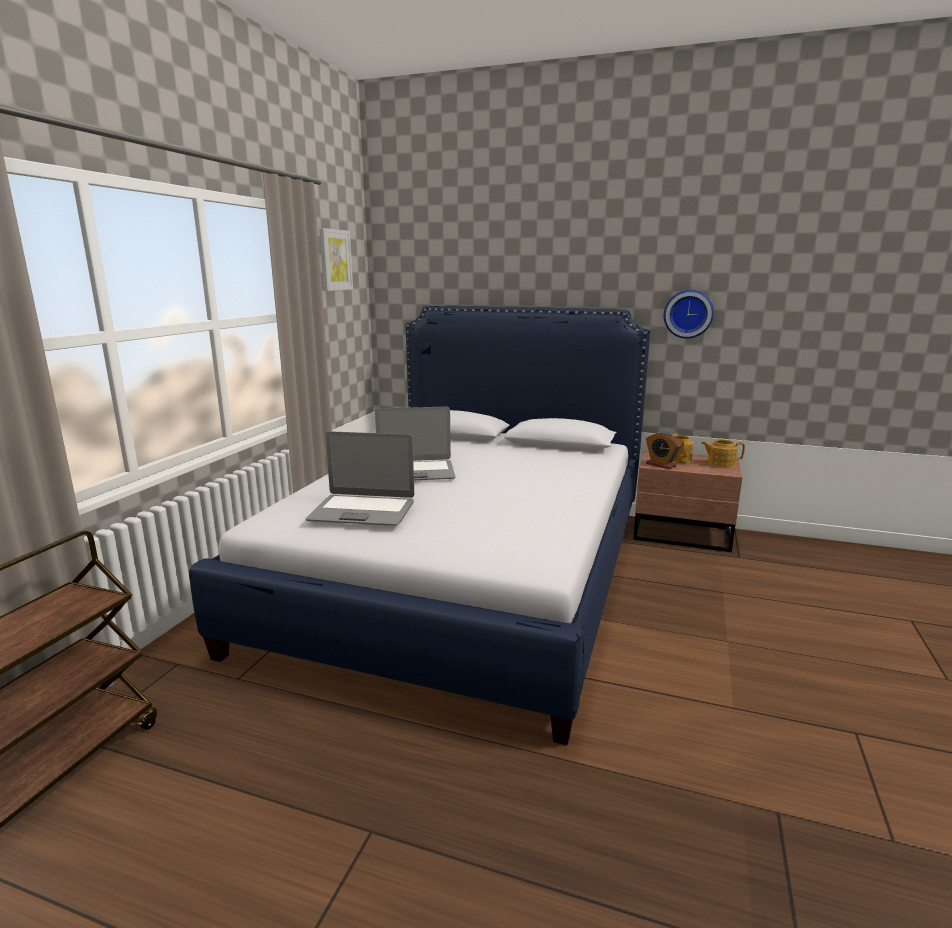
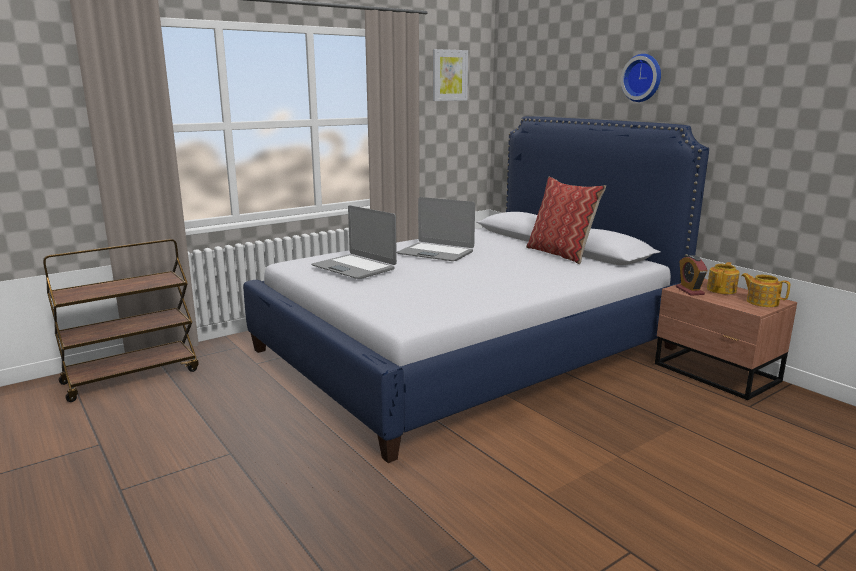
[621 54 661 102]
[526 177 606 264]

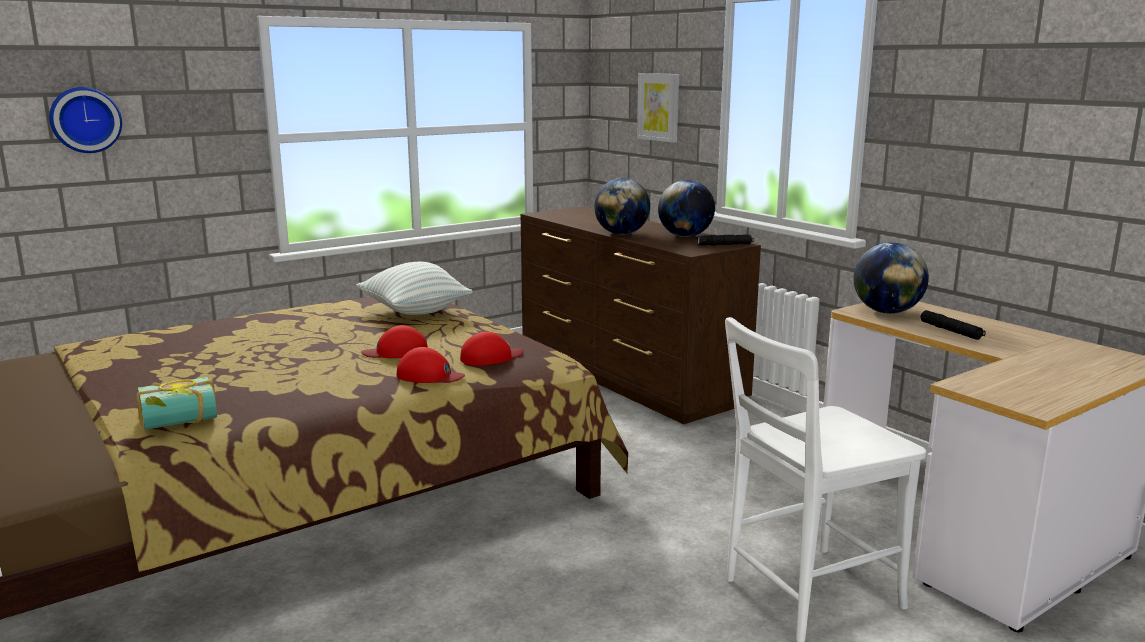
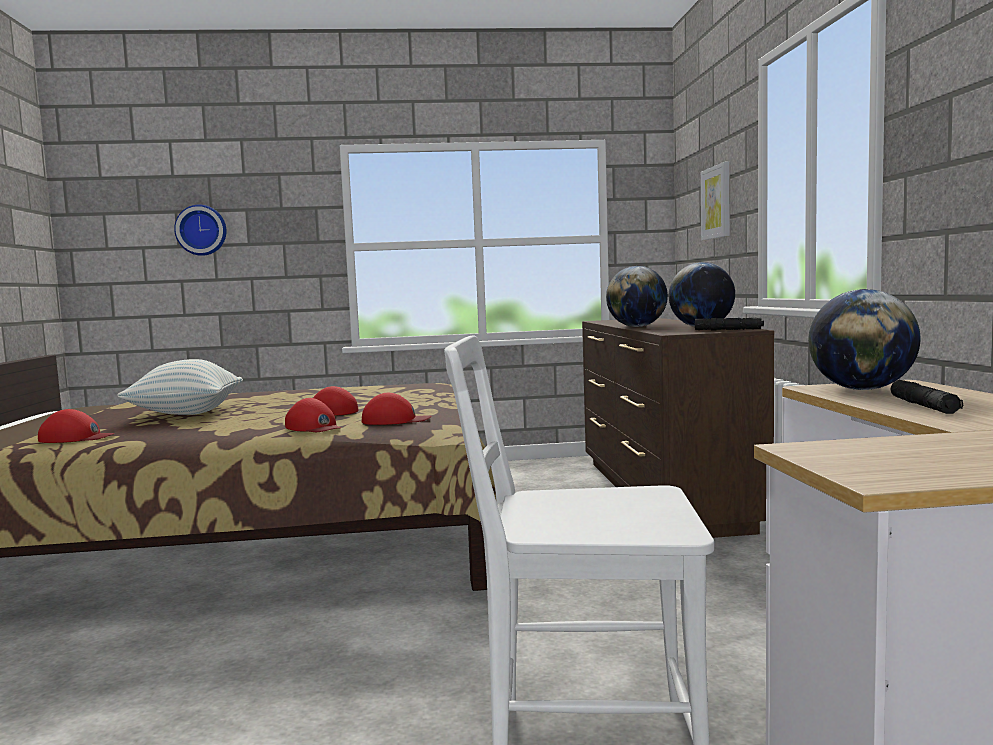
[117 359 243 415]
[38 409 115 443]

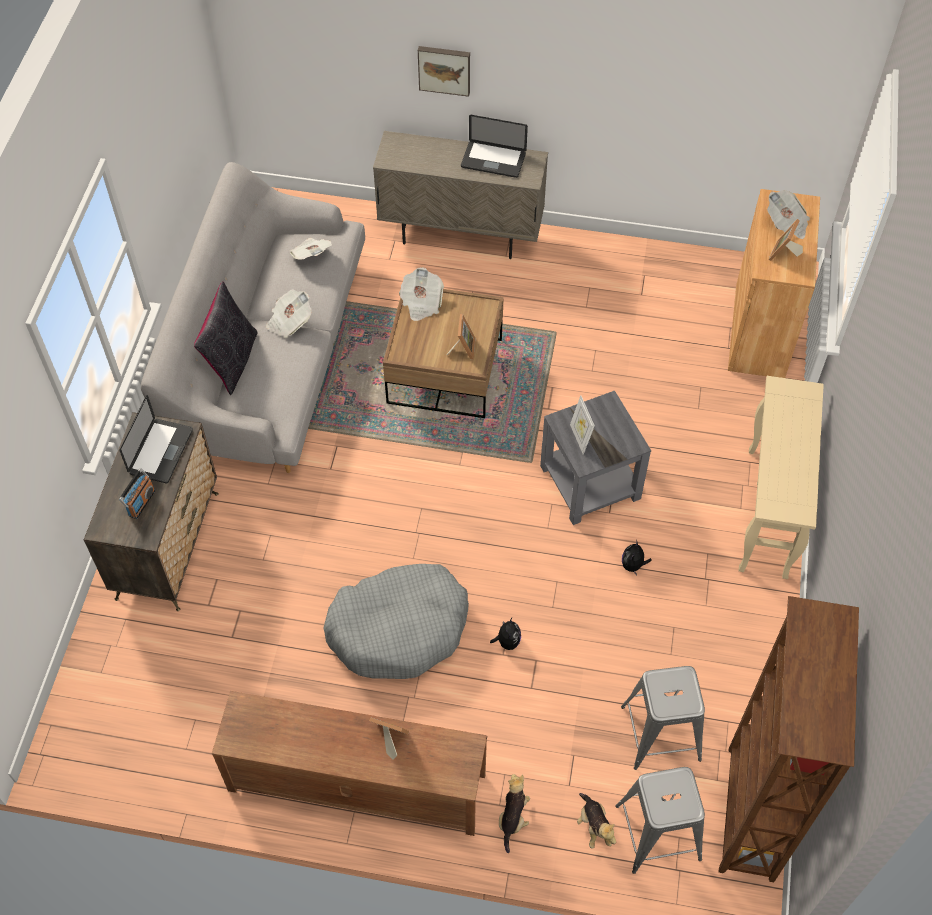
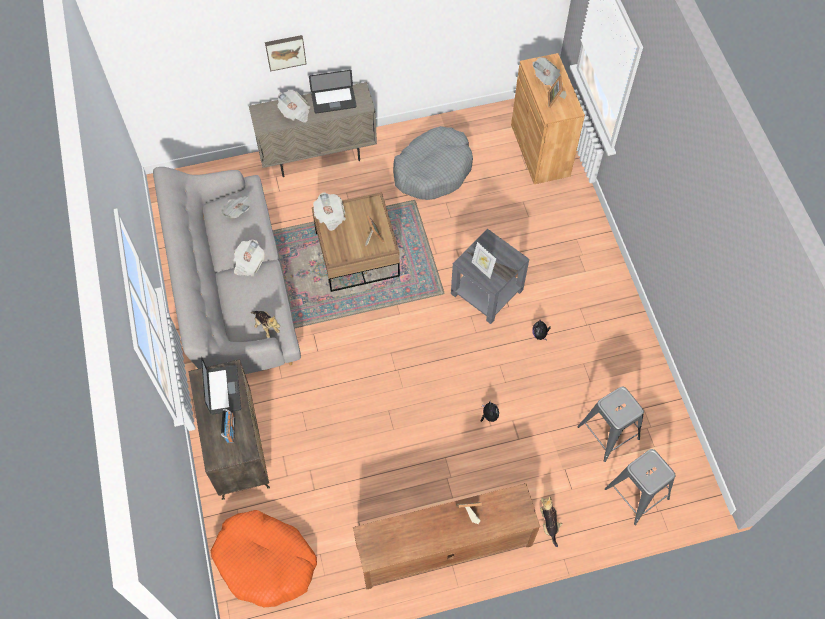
[194 281 258 395] (first image)
[739 376 824 579] (first image)
[393 126 473 200]
[719 596 859 882] (first image)
[251 311 280 338]
[277 90 310 123]
[211 510 317 607]

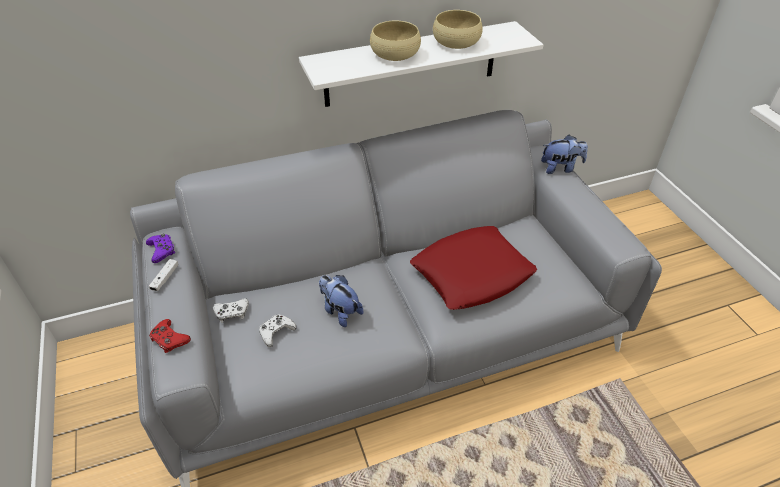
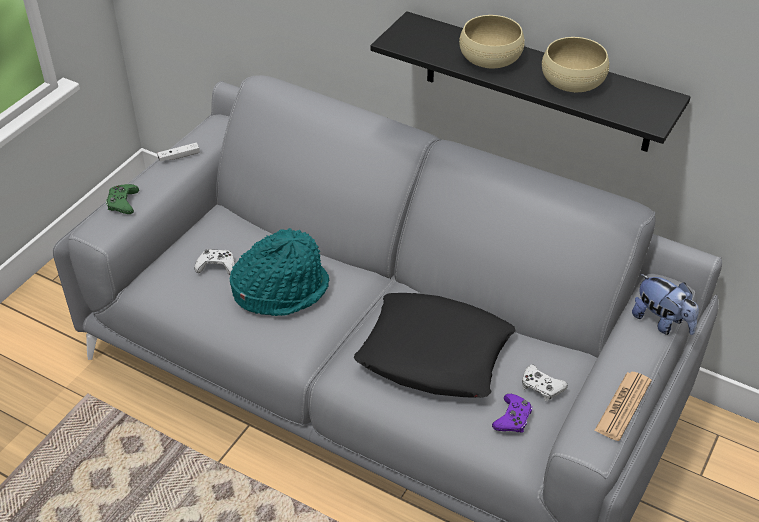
[371 11 691 152]
[354 293 515 398]
[492 394 532 432]
[230 228 329 316]
[522 364 568 401]
[106 184 139 214]
[594 371 652 441]

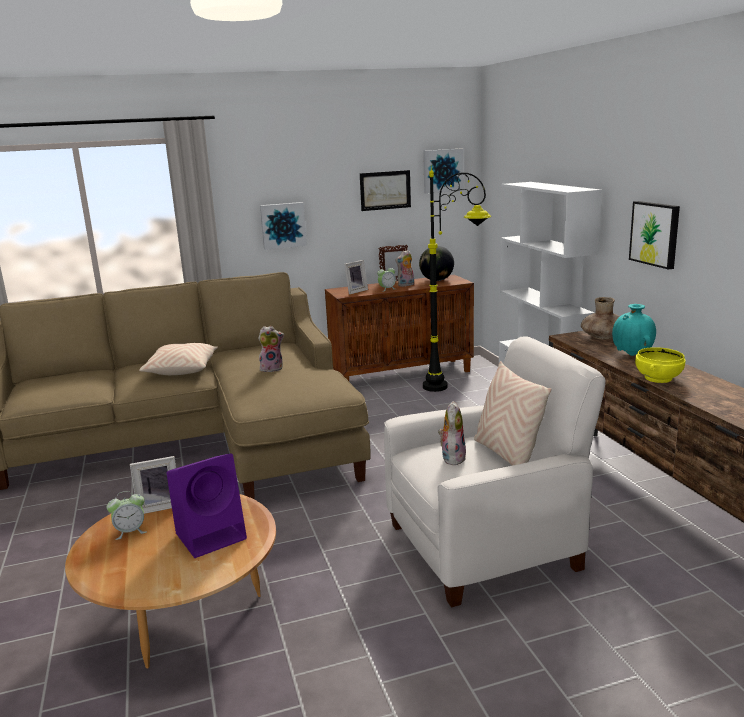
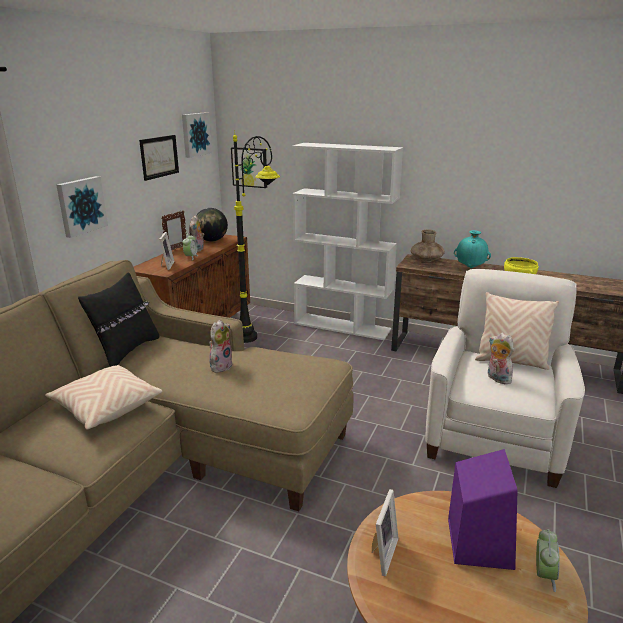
[231 147 267 188]
[536 529 560 592]
[78 272 159 367]

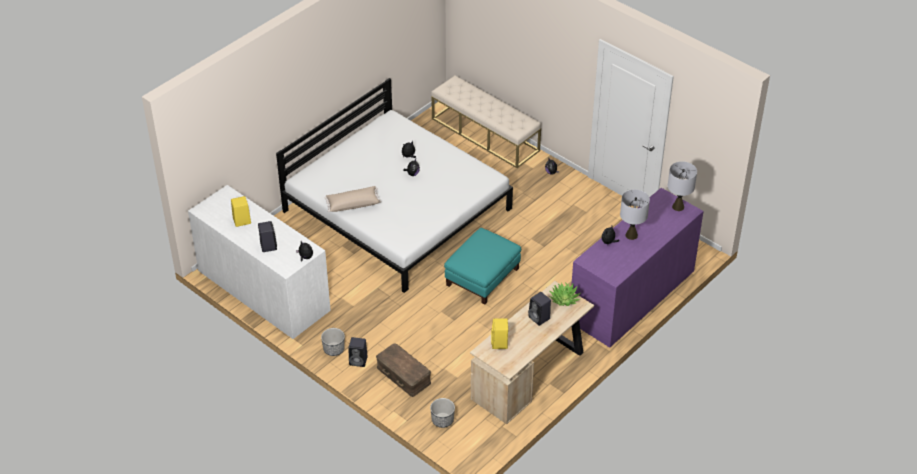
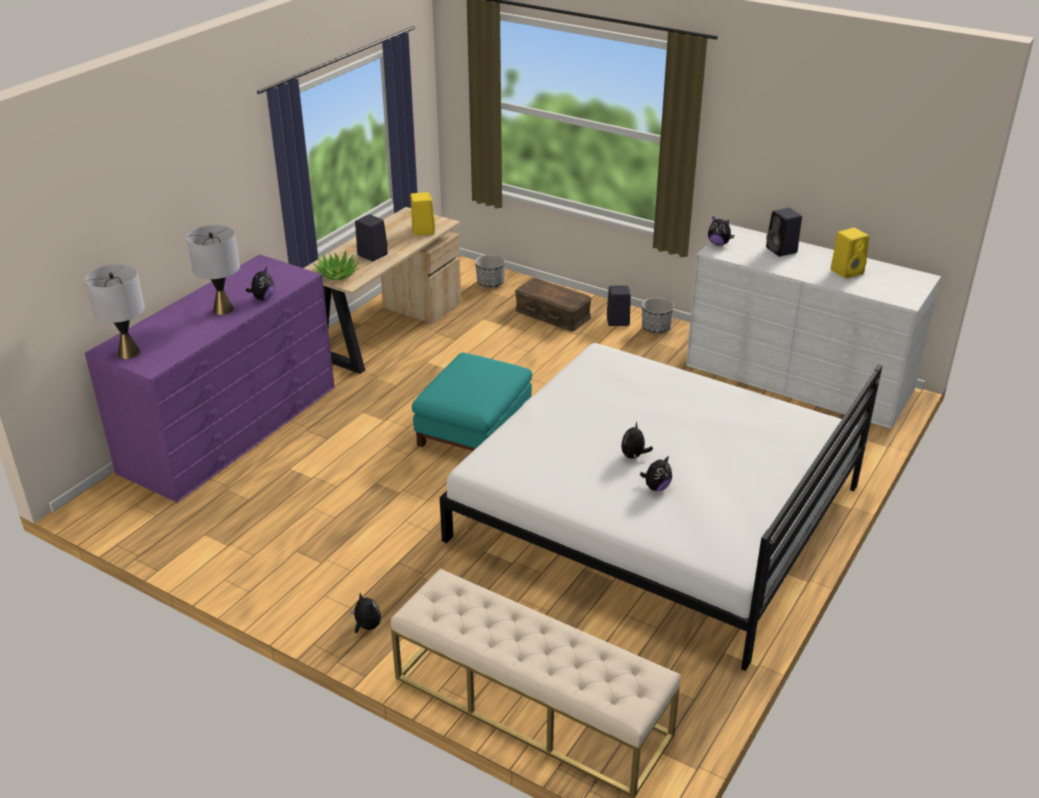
[324 186 382 212] (first image)

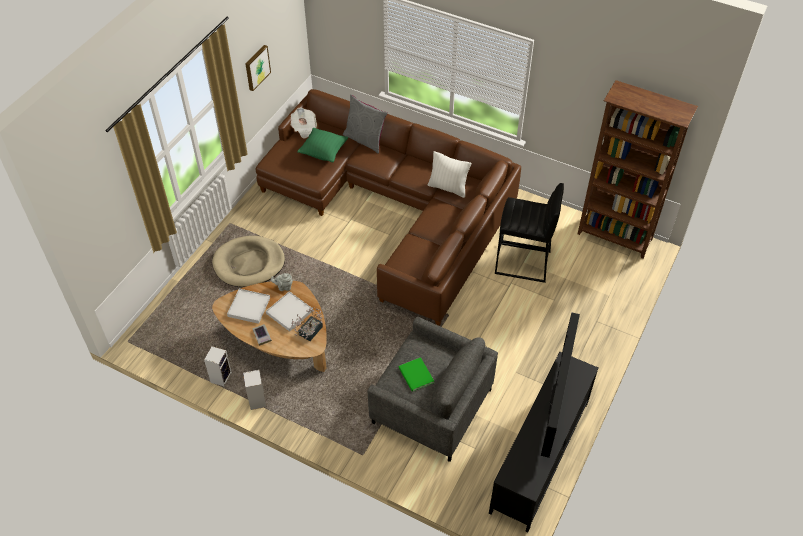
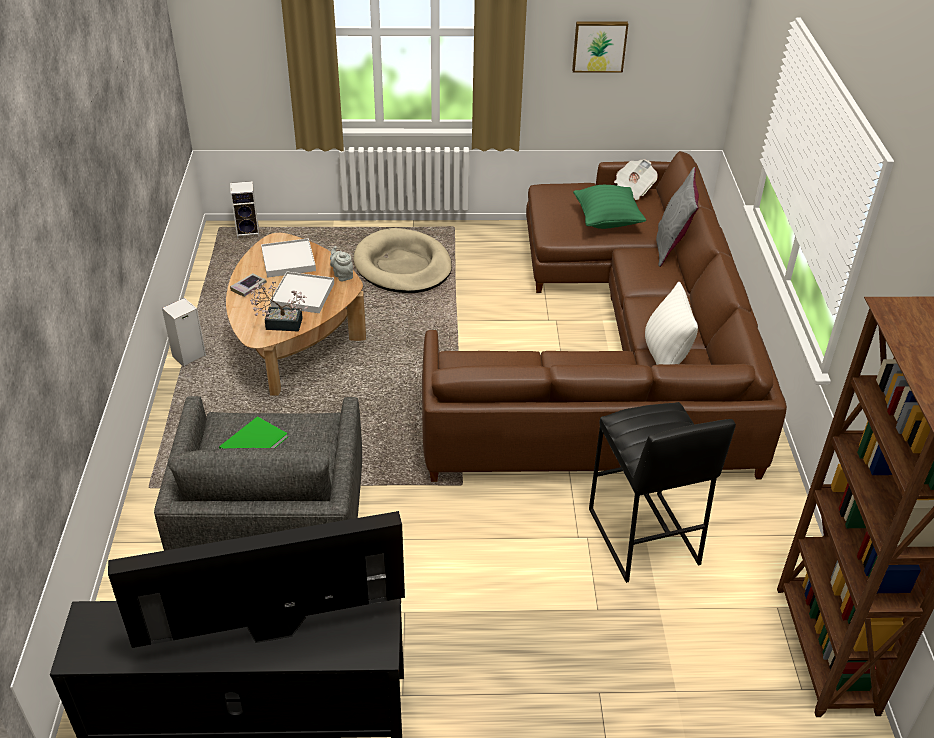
[230 181 259 239]

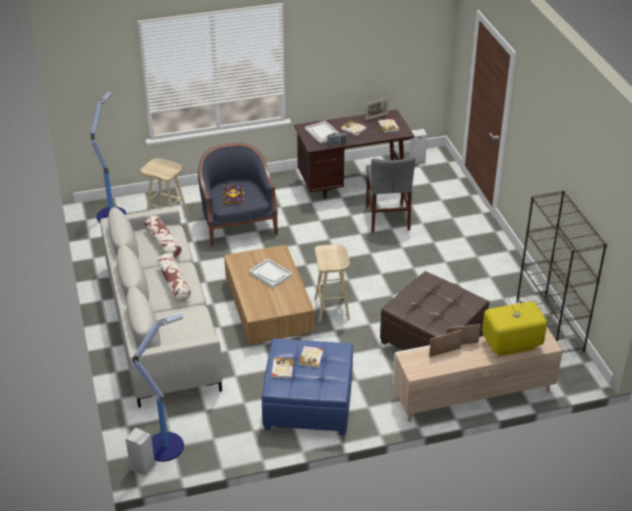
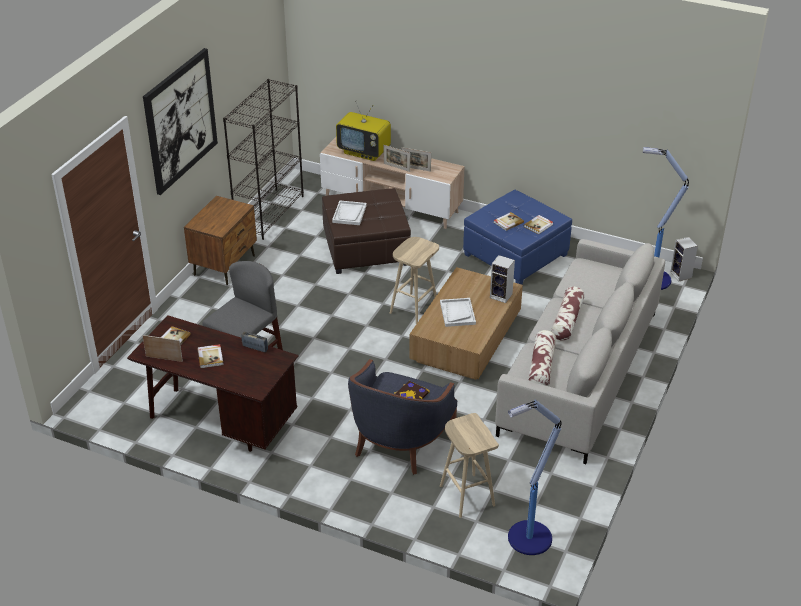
[332 200 367 225]
[490 255 515 303]
[143 48 218 195]
[184 196 257 285]

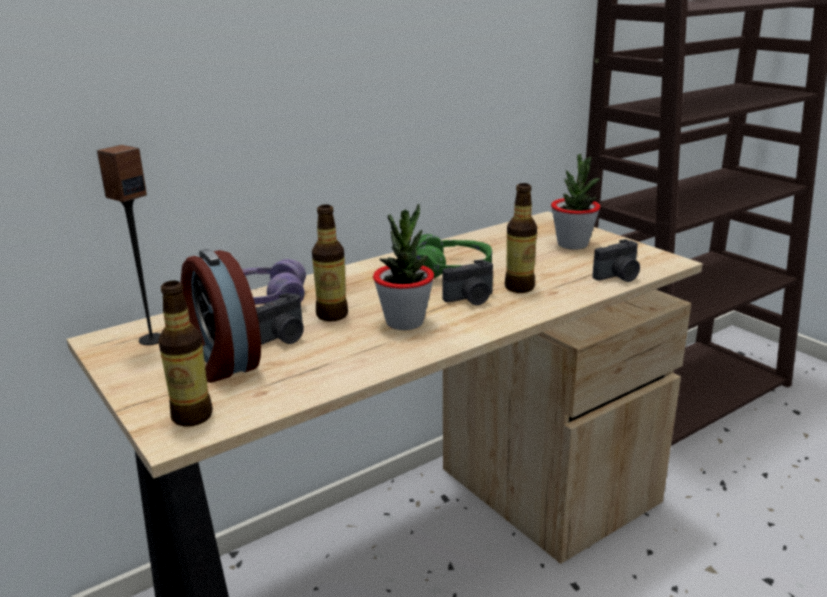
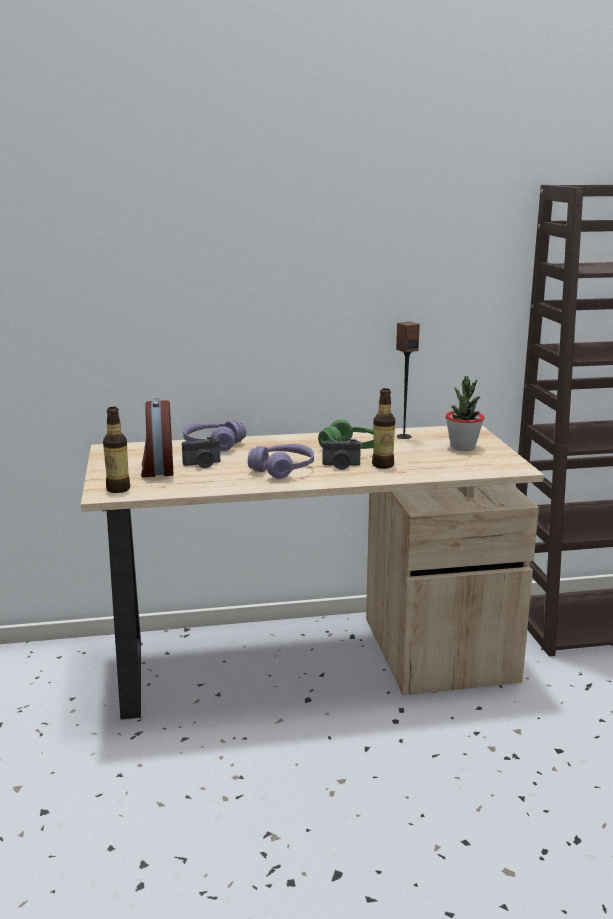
[396 322 420 439]
[248 444 314 479]
[312 205 348 322] (first image)
[592 239 640 282] (first image)

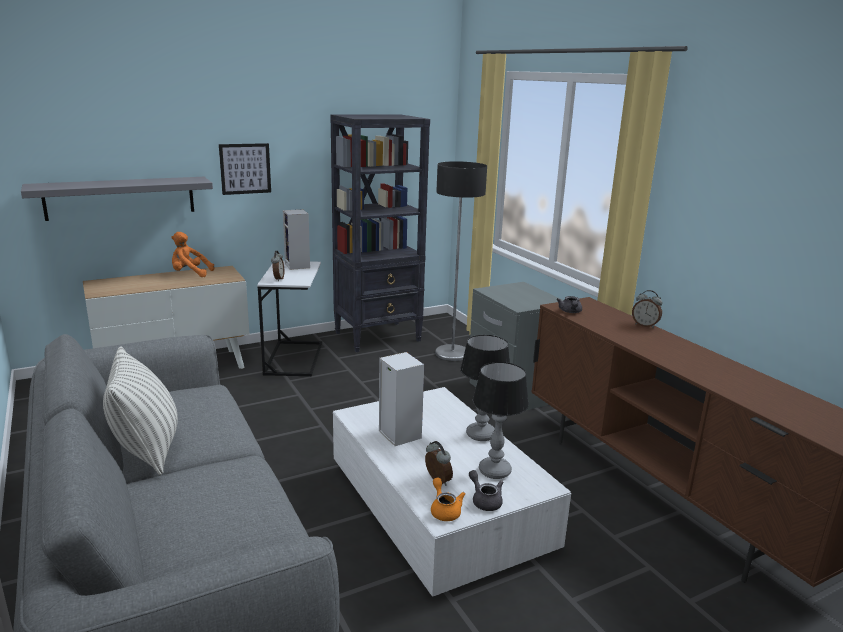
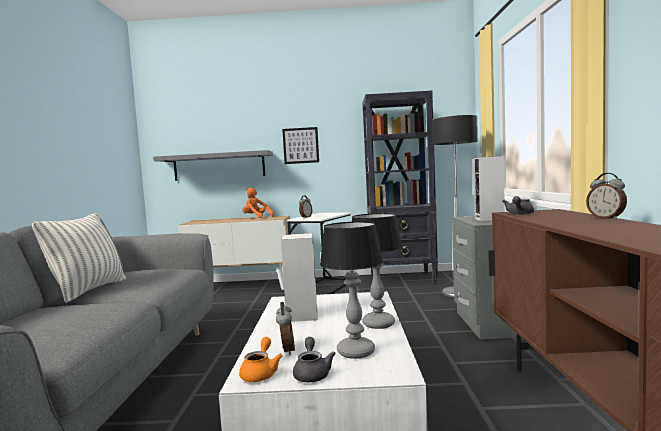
[473 156 505 221]

